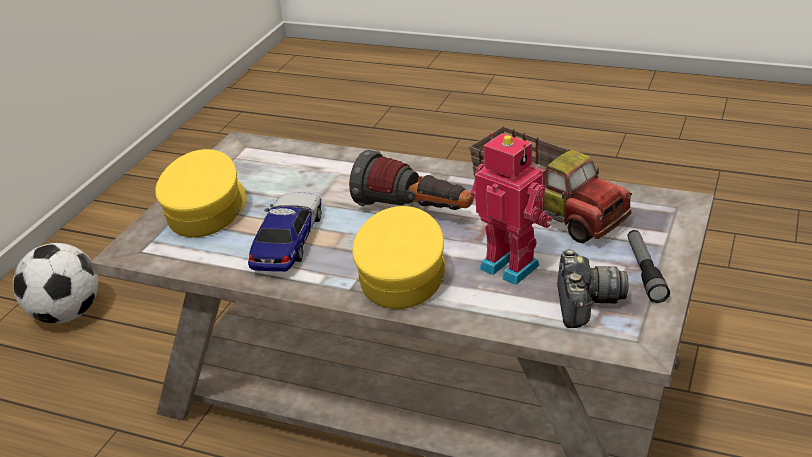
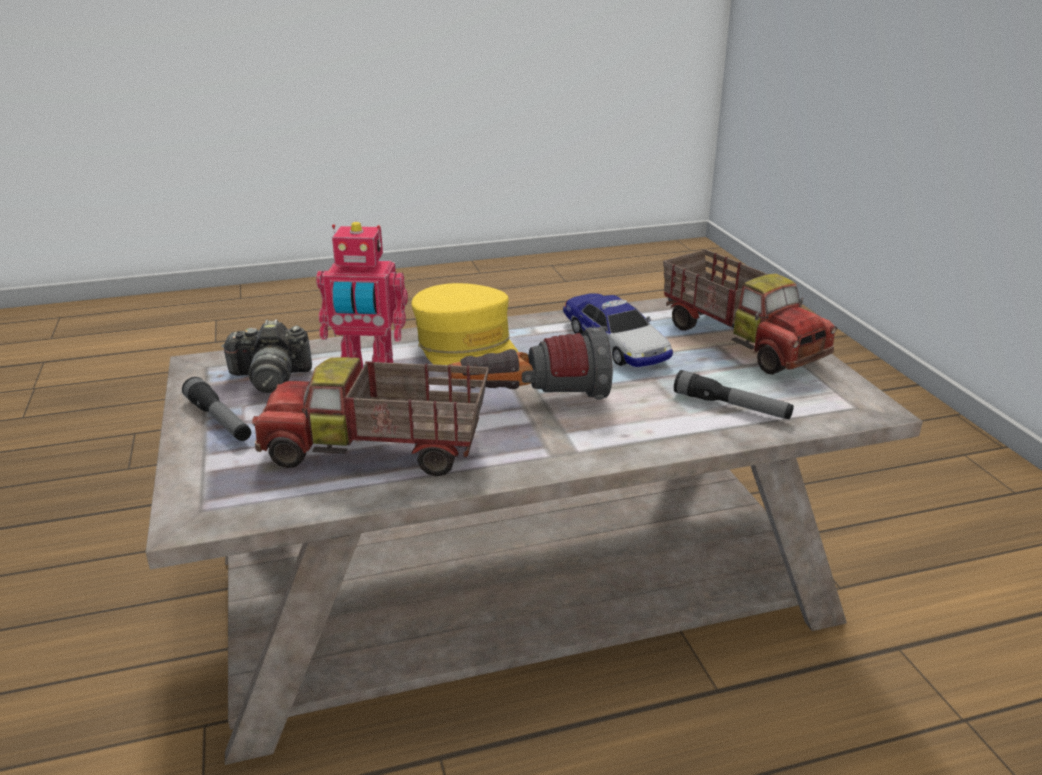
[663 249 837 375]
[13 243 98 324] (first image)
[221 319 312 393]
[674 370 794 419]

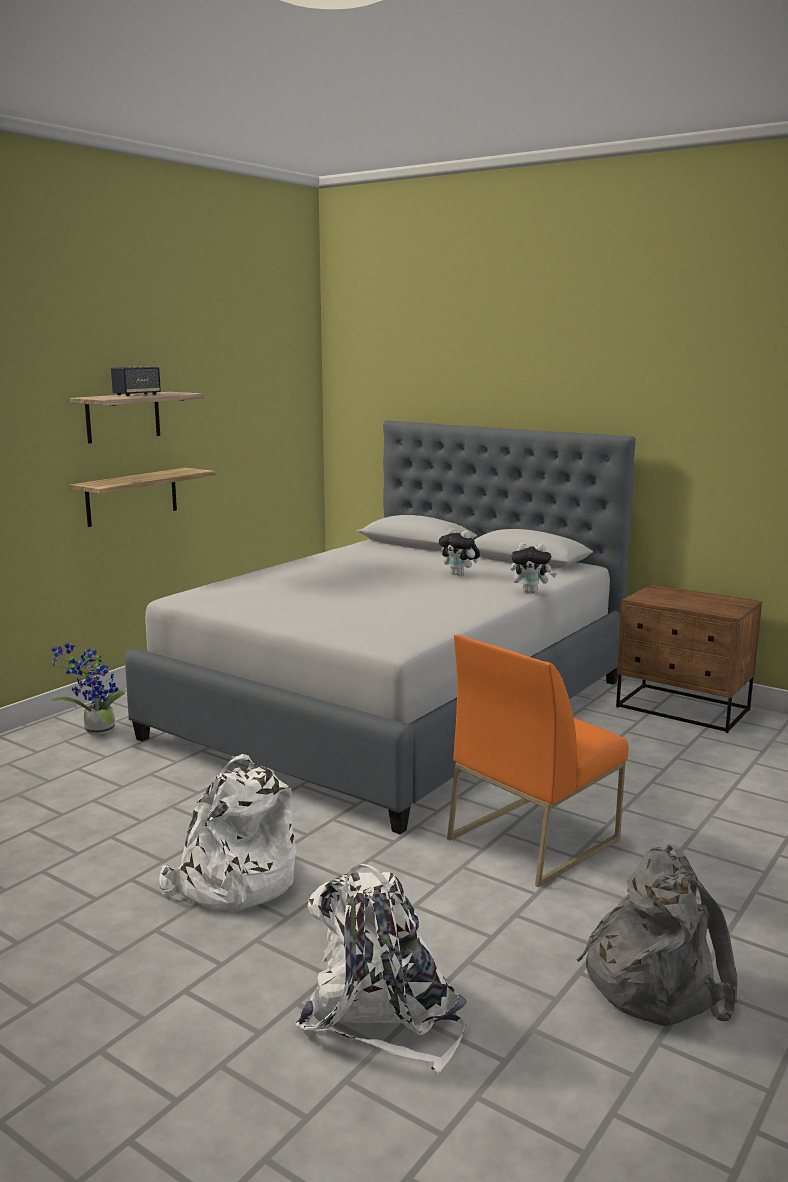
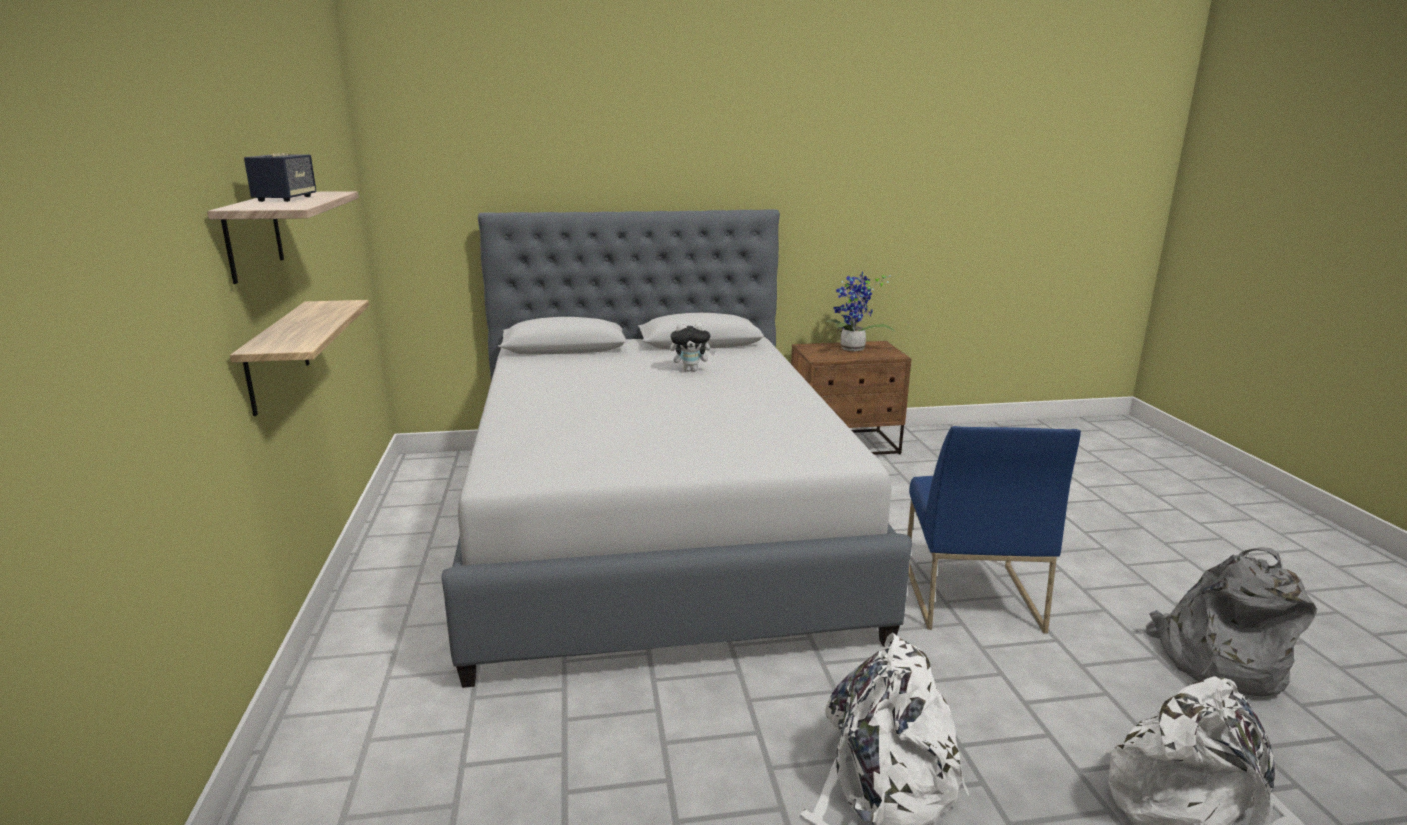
[511 543 557 593] (first image)
[907 426 1081 634]
[824 271 896 351]

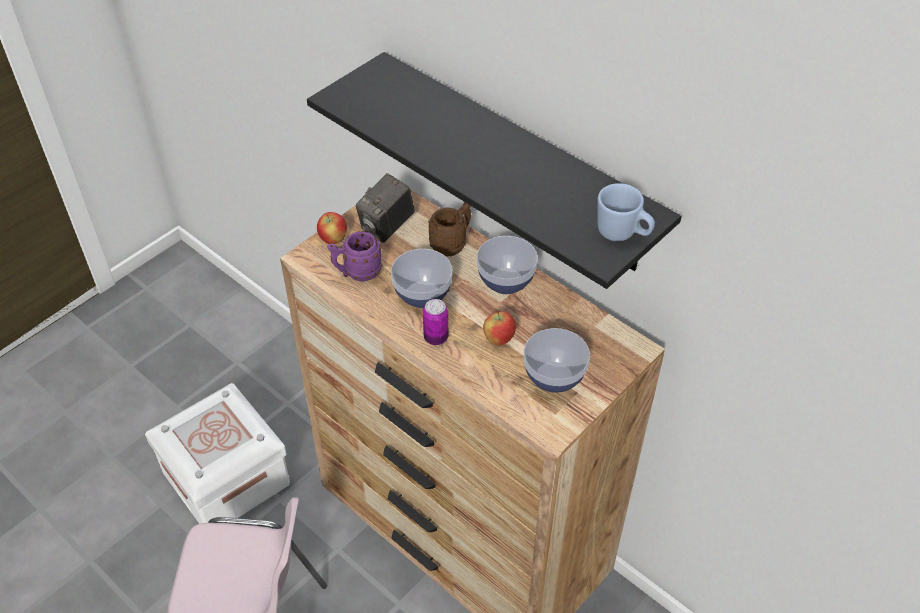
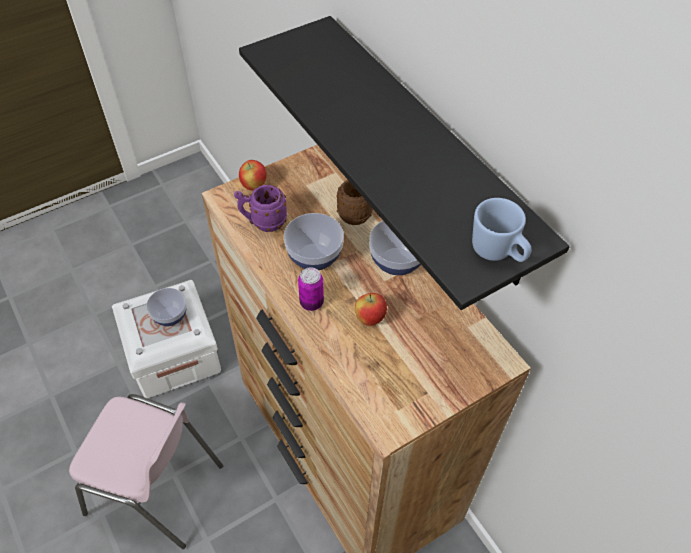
[356 173 415 243] (first image)
[146 288 187 326]

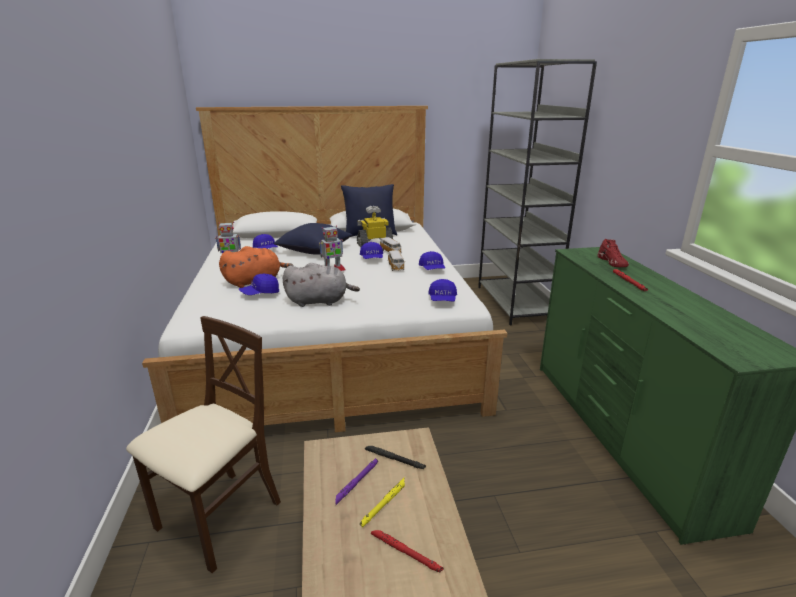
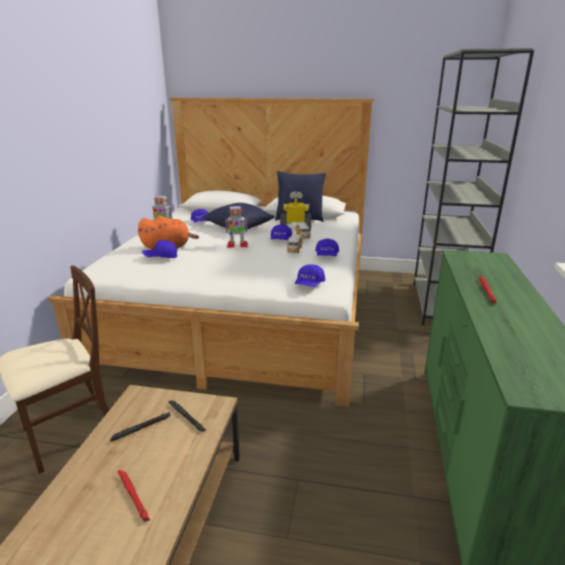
[598 239 629 267] (first image)
[283 263 360 307] (first image)
[110 412 171 442]
[360 478 405 528] (first image)

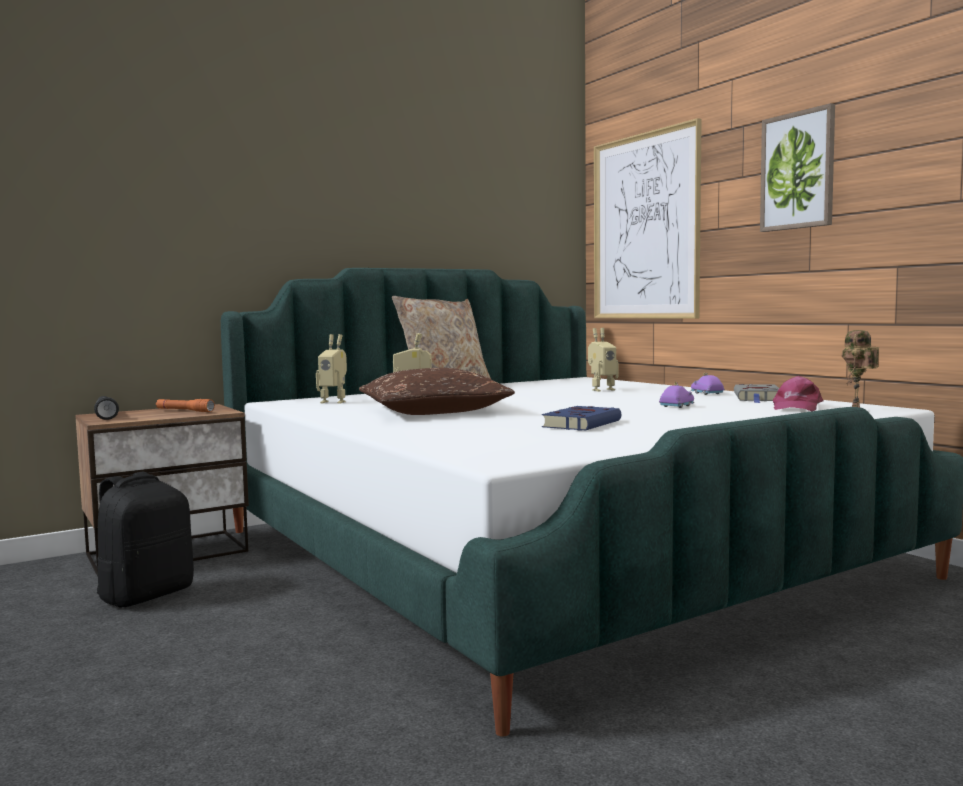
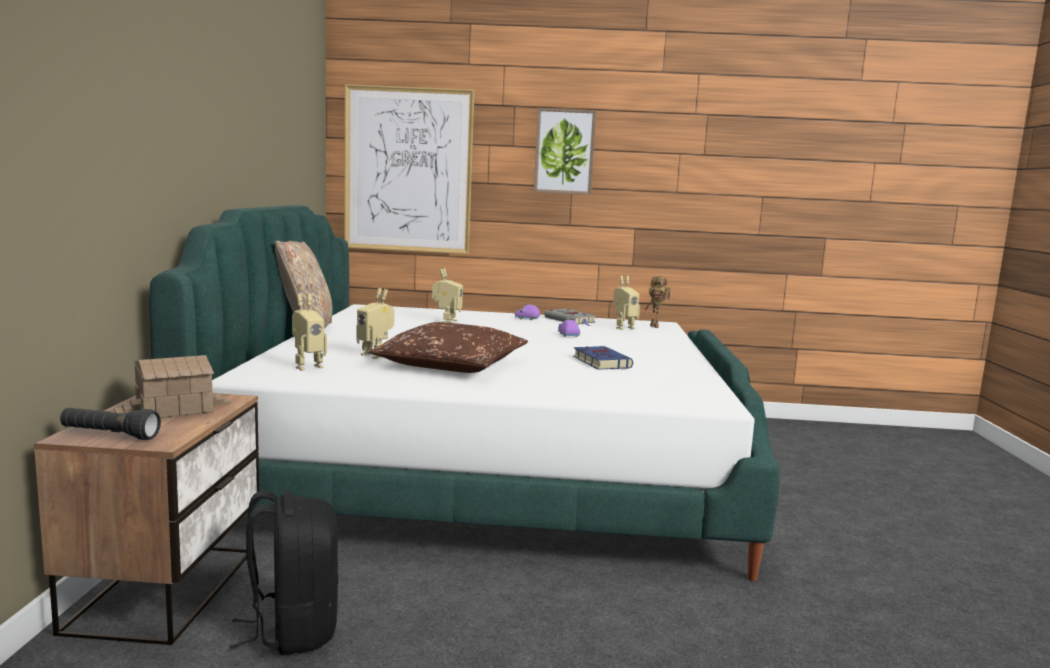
[613 275 640 330]
[114 355 231 418]

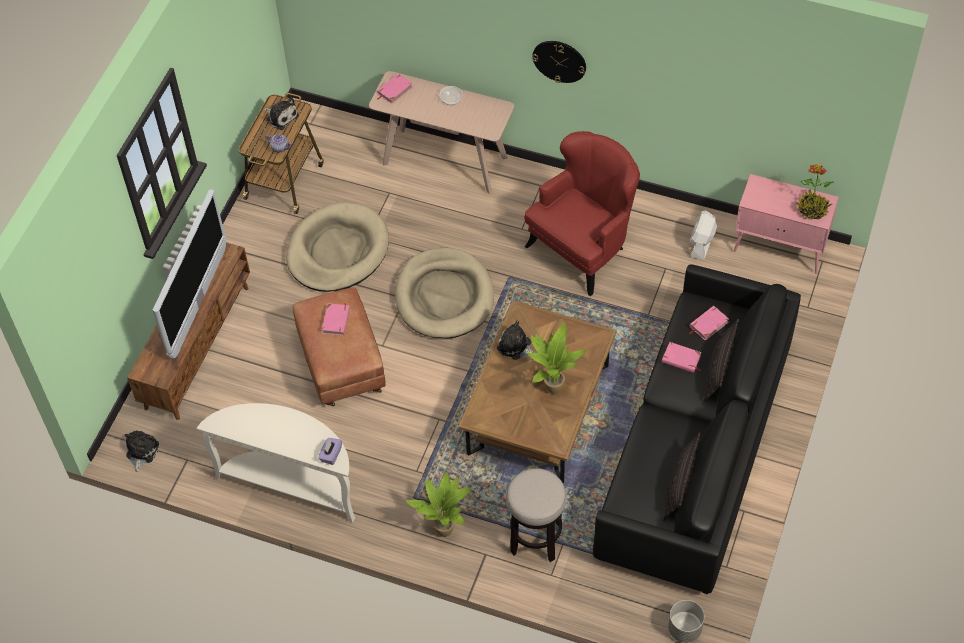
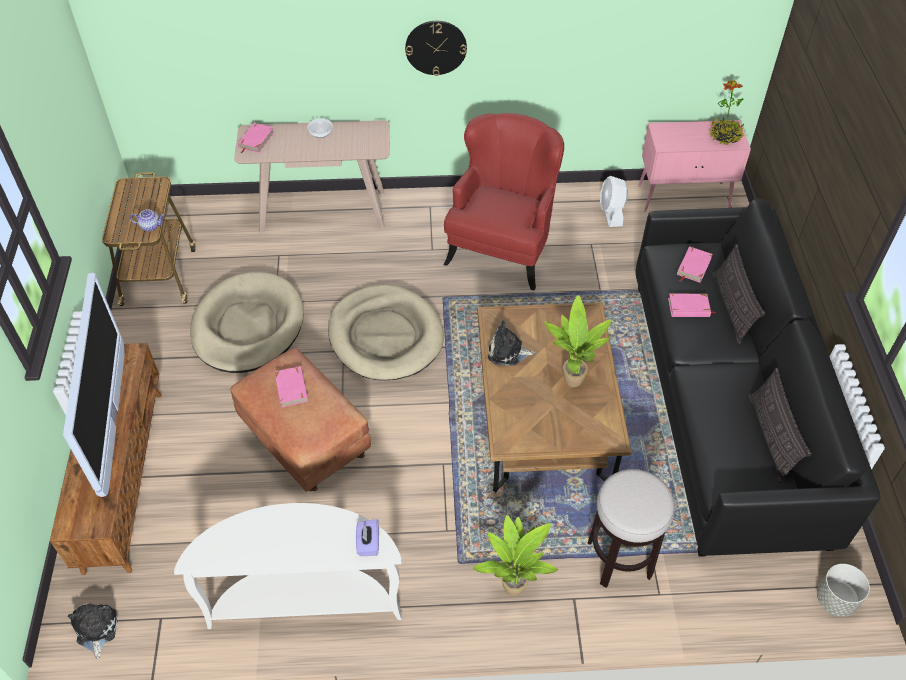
[264 97 299 130] (first image)

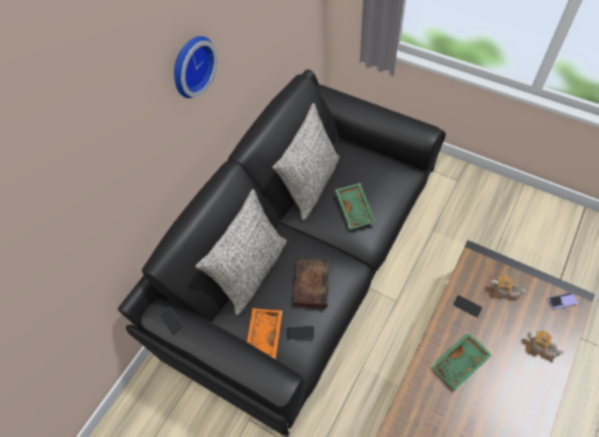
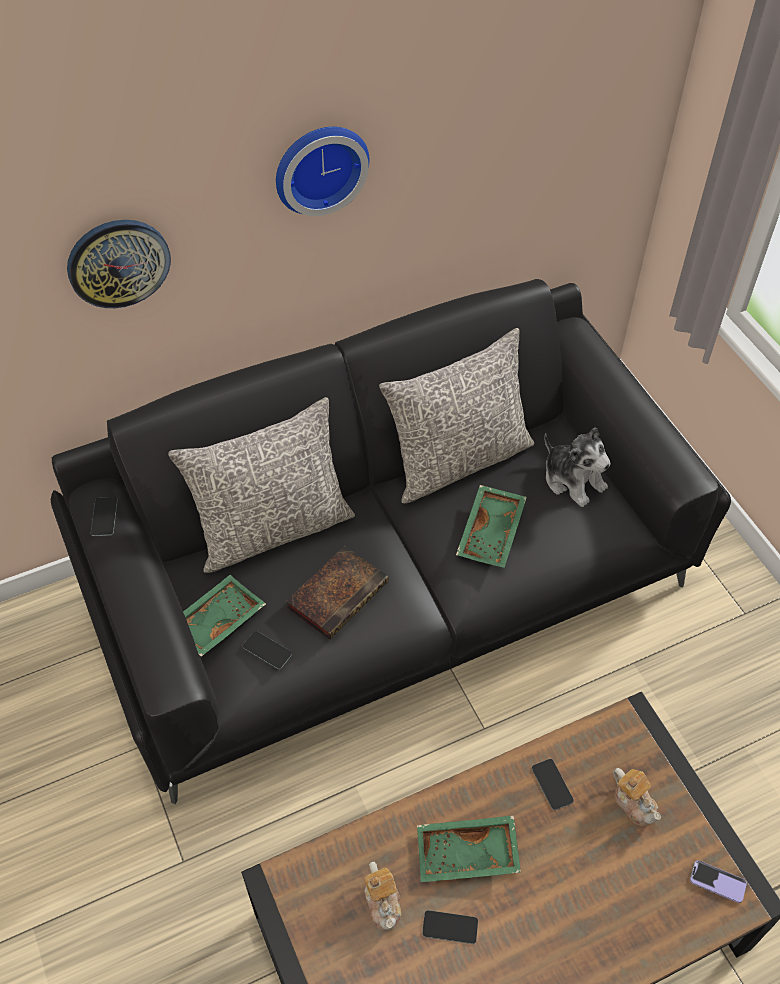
[183 575 266 657]
[364 862 402 930]
[67 220 171 308]
[544 427 611 507]
[422 910 478 944]

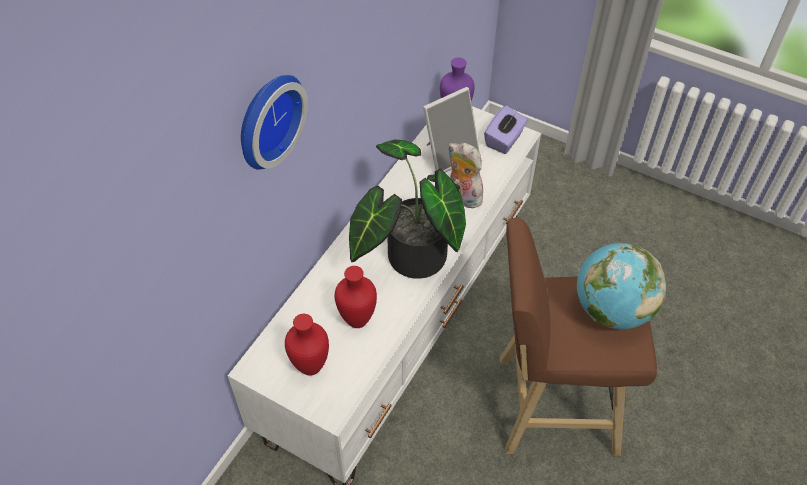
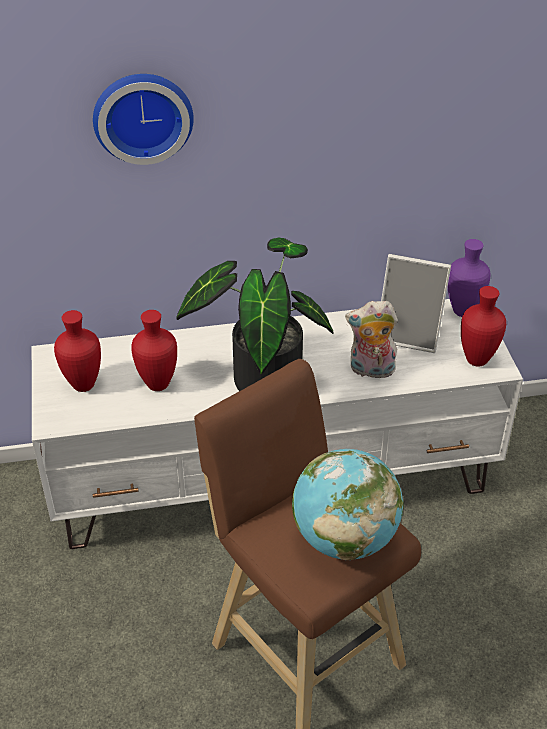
[461 286 506 366]
[345 301 398 379]

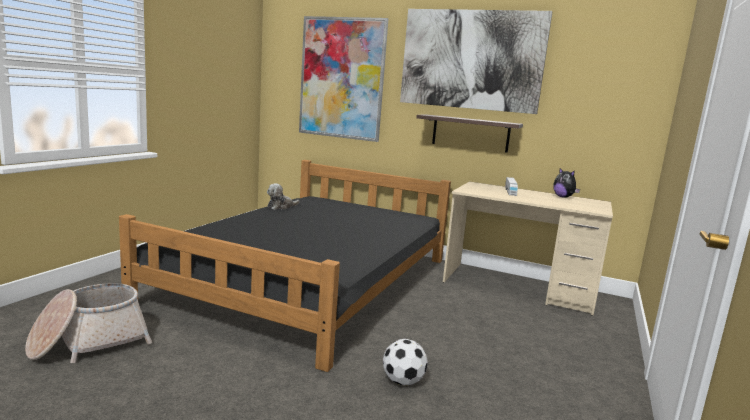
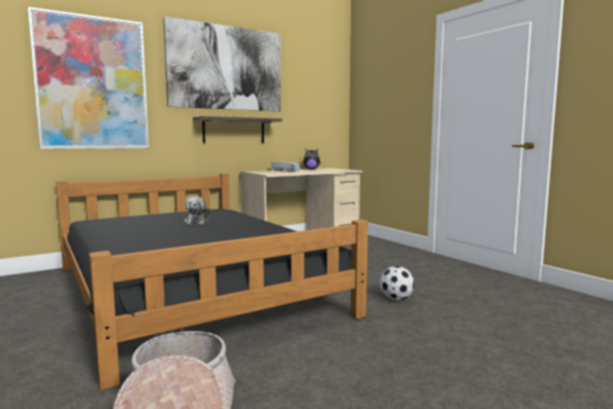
[184 197 210 224]

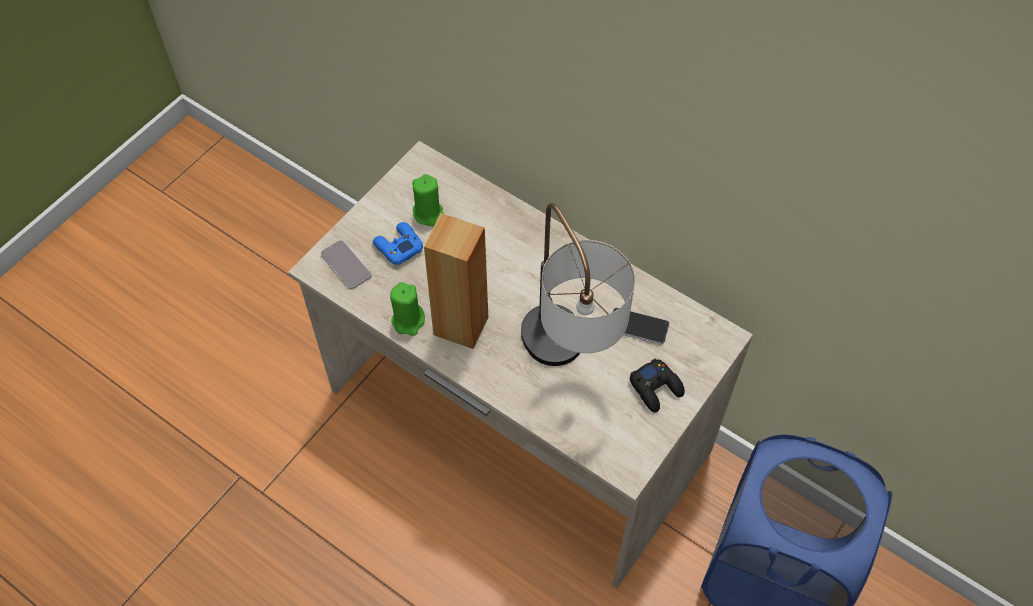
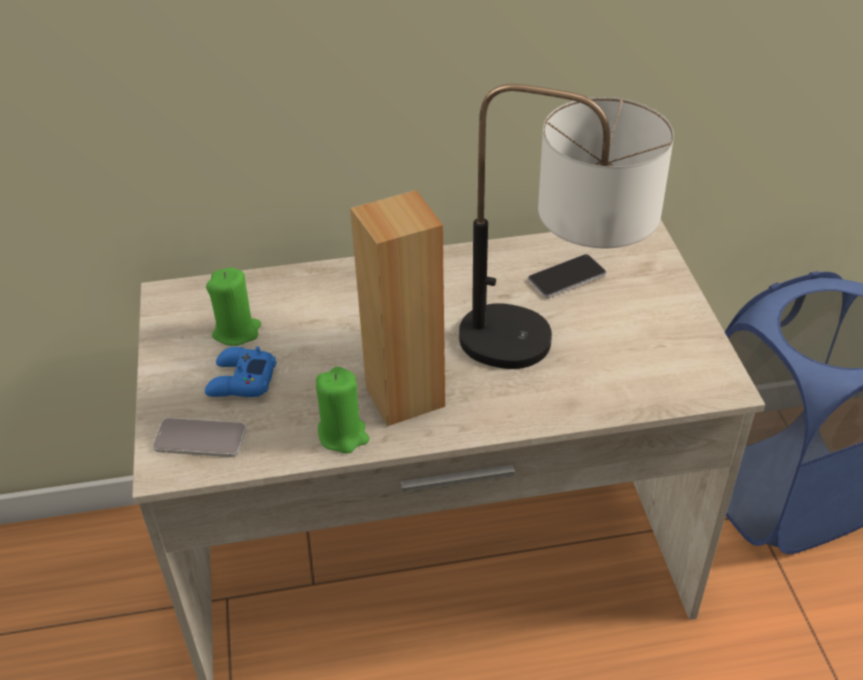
[630 359 685 413] (first image)

